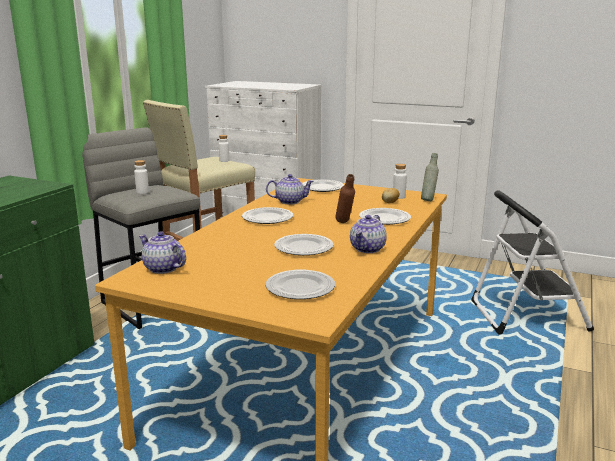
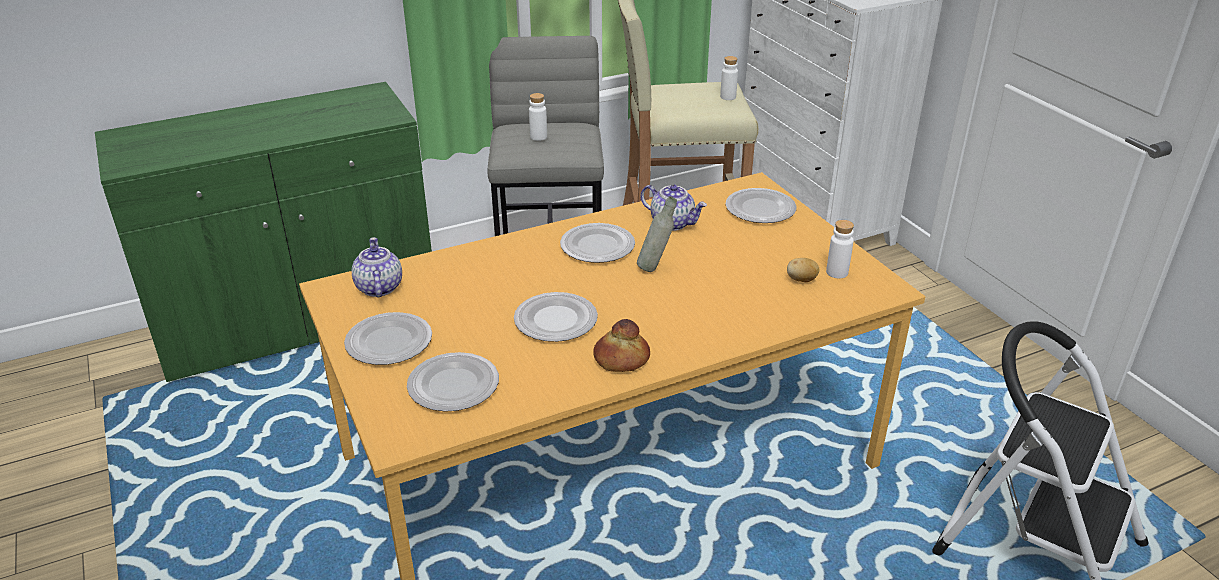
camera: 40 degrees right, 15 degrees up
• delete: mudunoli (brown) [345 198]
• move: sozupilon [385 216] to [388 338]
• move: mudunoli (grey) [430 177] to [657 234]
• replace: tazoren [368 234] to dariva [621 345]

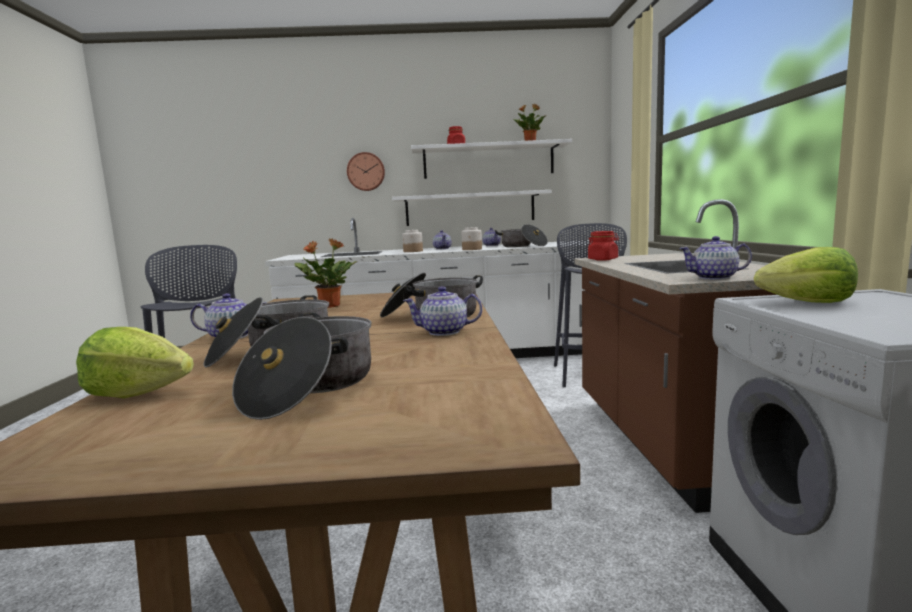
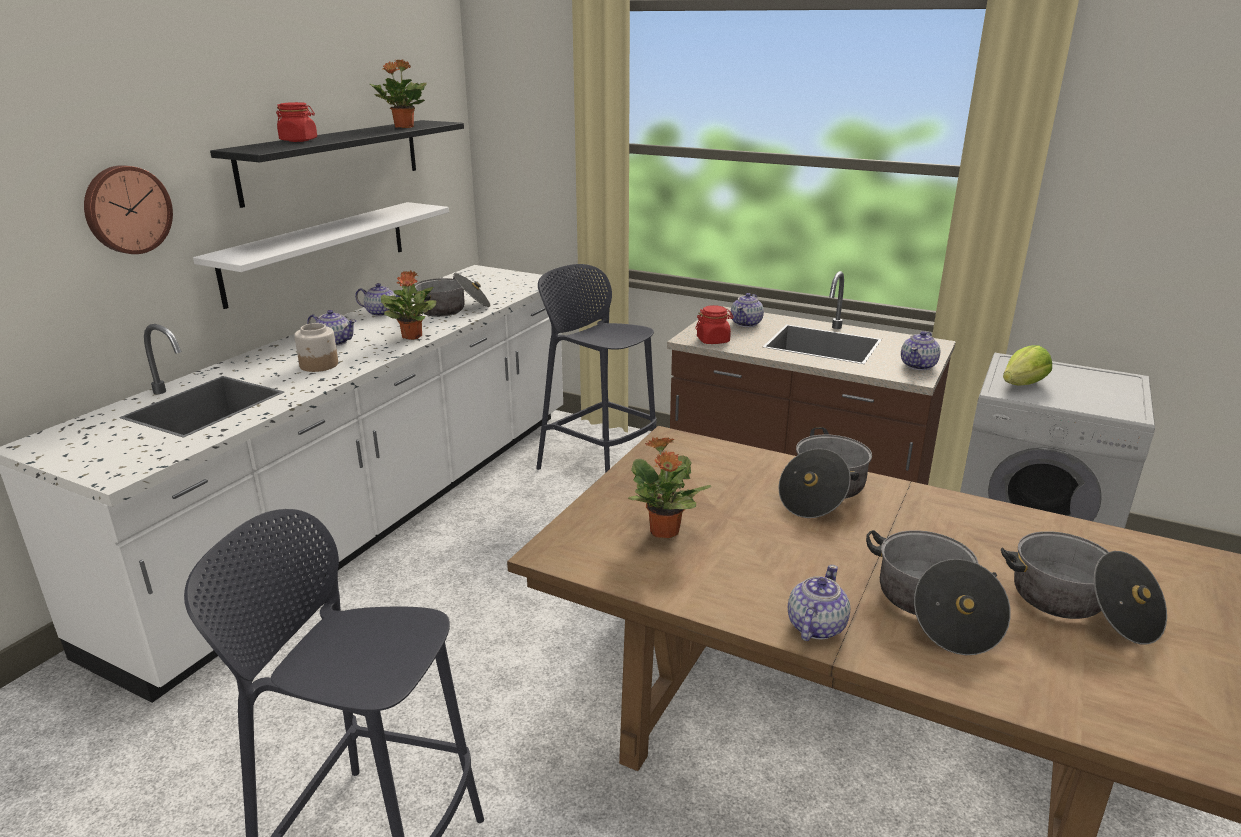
camera: 60 degrees left, 15 degrees up
• delete: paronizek [135 362]
• move: tazoren [442 311] to [747 310]
• replace: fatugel [471 238] to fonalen [409 305]
• recolor: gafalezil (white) [491 159] to gafalezil (black) [337 164]

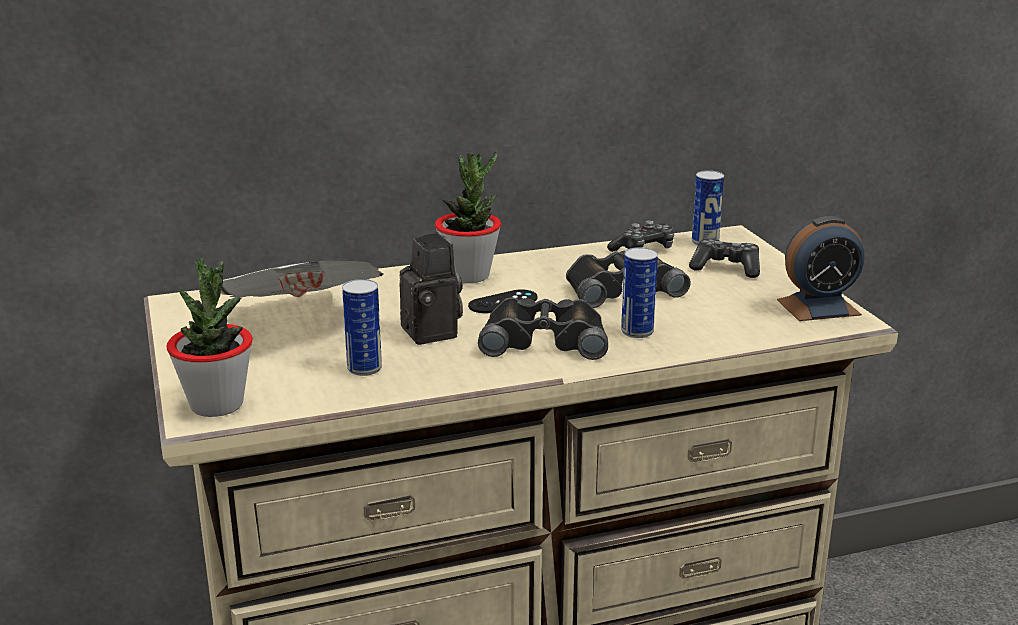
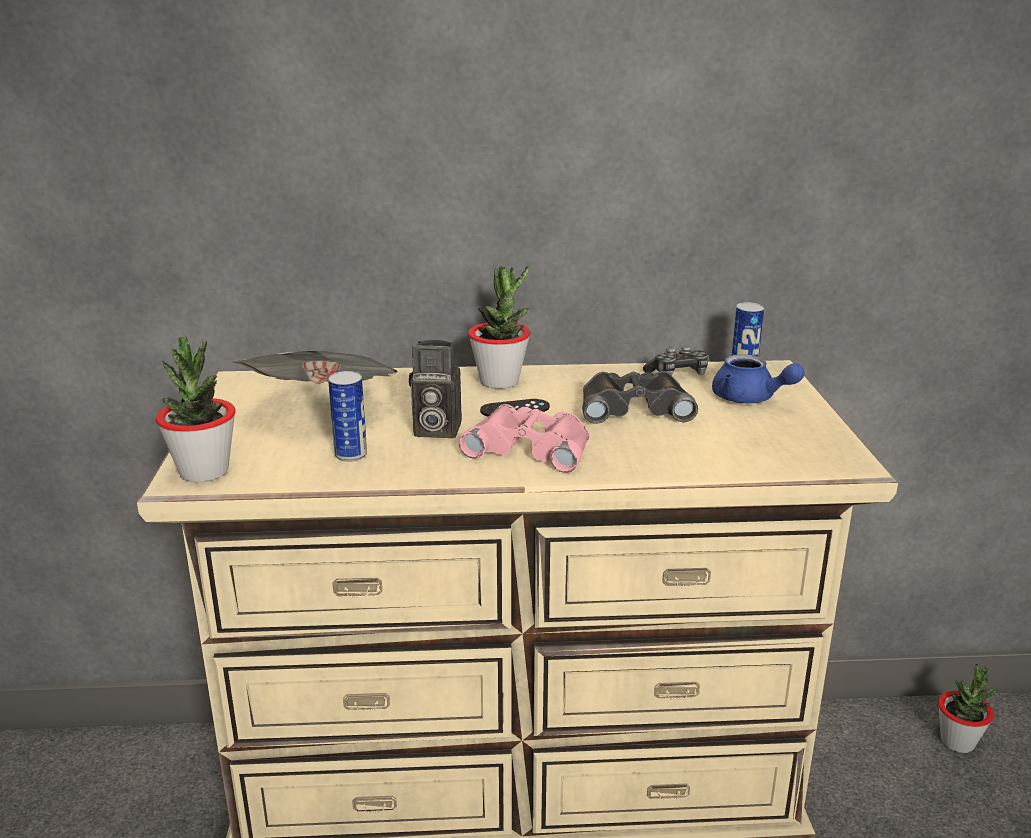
camera: 15 degrees right, 0 degrees up
• delete: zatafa [639 292]
• delete: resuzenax [821 268]
• insert: fonalen [968 708]
• replace: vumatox [724 258] to tazoren (blue) [758 378]
• recolor: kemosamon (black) [543 328] to kemosamon (pink) [524 438]
• rotate: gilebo [431 288] = [435 389] 105 degrees clockwise

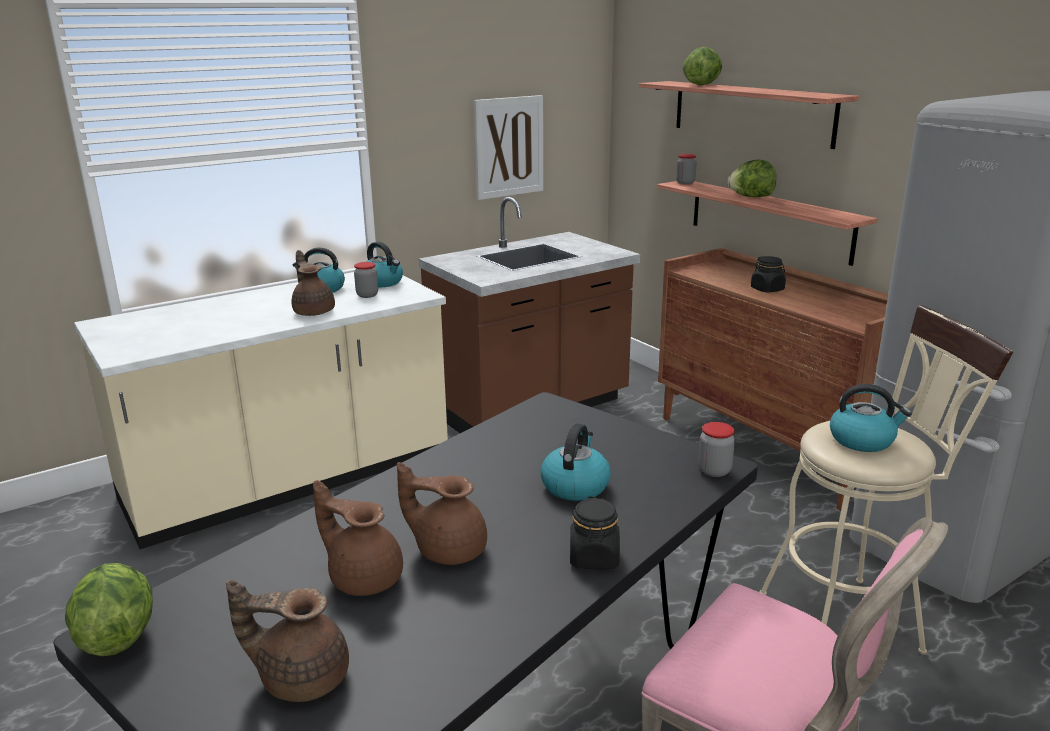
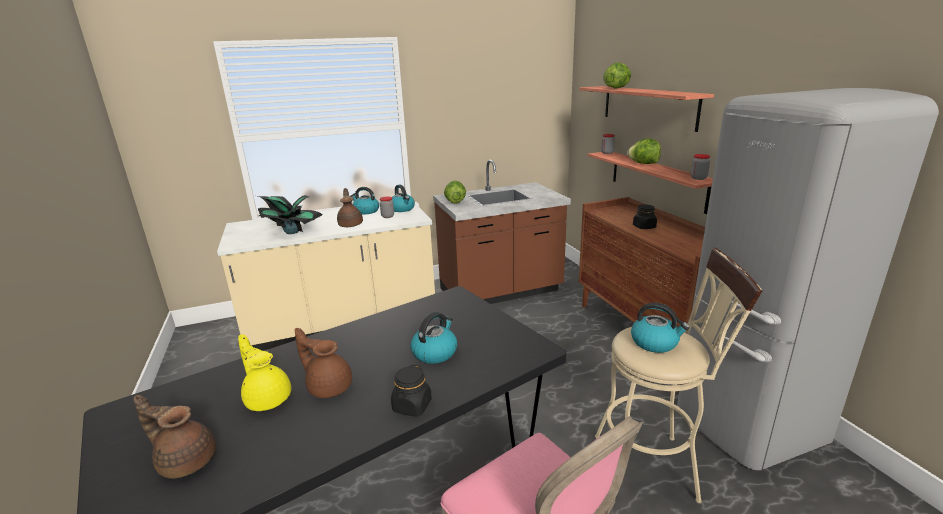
camera: 15 degrees right, 0 degrees up
• delete: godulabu [508 147]
• insert: fonalen [290 214]
• move: paronizek [109 610] to [455 192]
• move: fatugel [716 449] to [700 167]
• recolor: tazoren (brown) [358 538] to tazoren (yellow) [264 372]

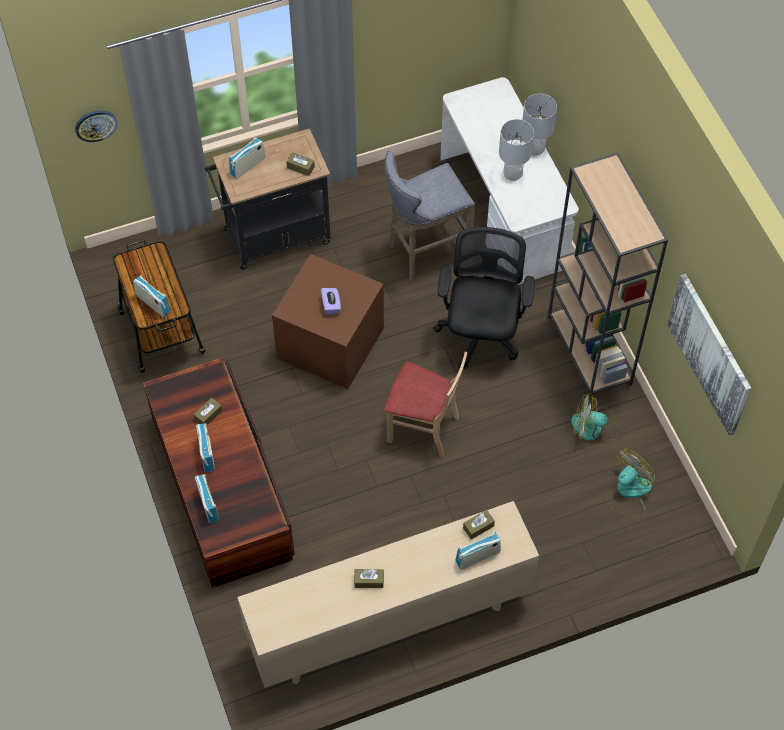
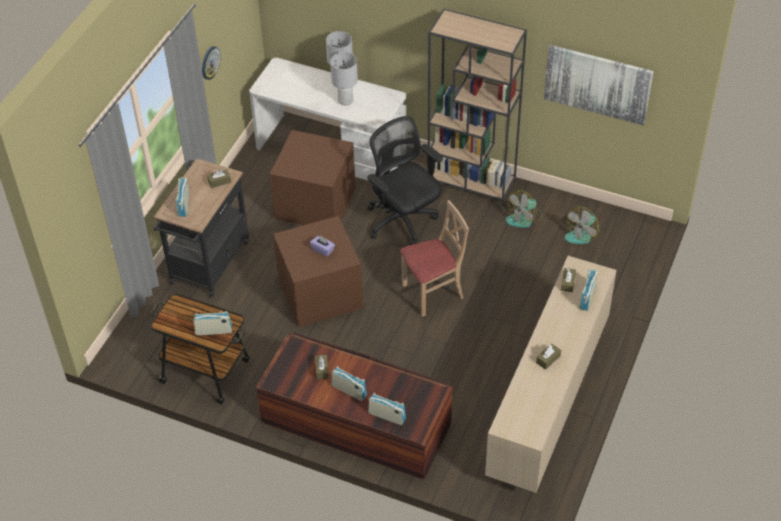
camera: 45 degrees left, 10 degrees down
• move: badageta [96 126] to [211 63]
• replace: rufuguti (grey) [430 216] to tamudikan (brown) [312 177]
• rotate: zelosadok [631 482] = [582 225] 135 degrees counterclockwise

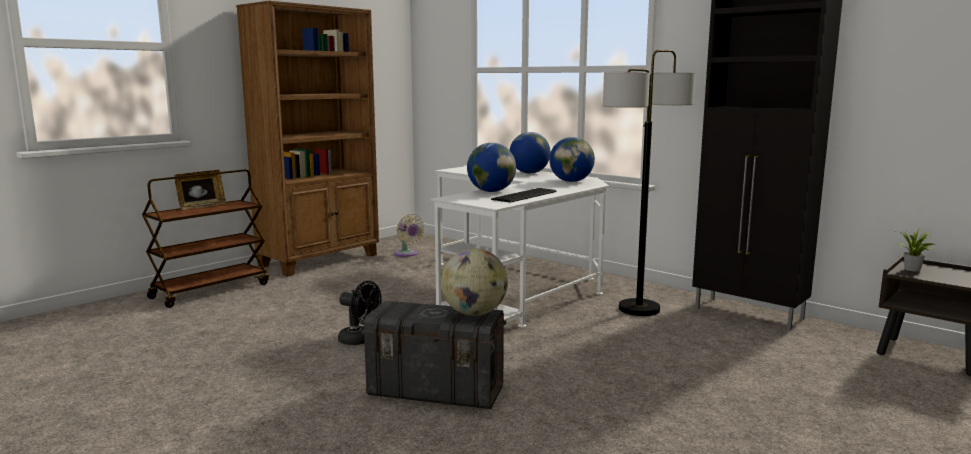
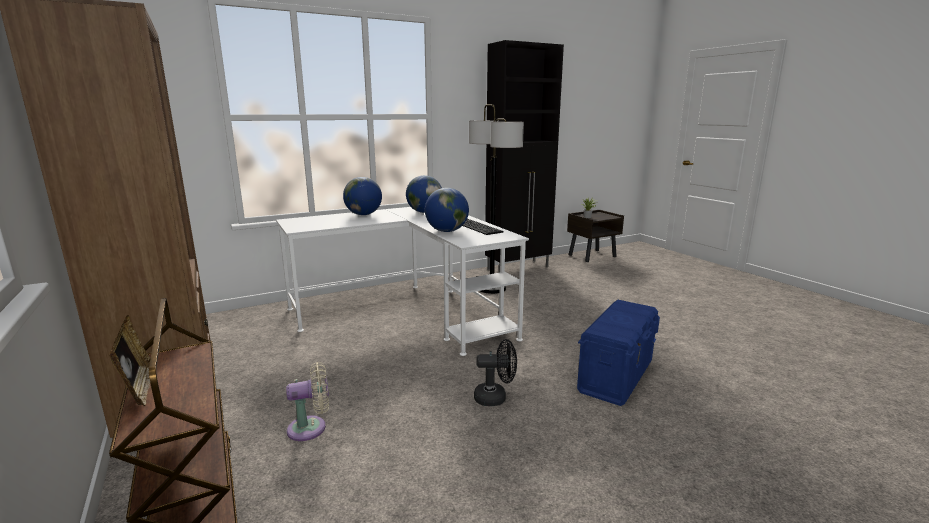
camera: 70 degrees left, 5 degrees up
• delete: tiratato [474 282]
• move: zelosadok (beige) [409 235] to [307 401]
• recolor: tamudikan (grey) [433 355] to tamudikan (blue) [618 353]
• rotate: zelosadok (black) [360 313] = [495 372] 45 degrees clockwise

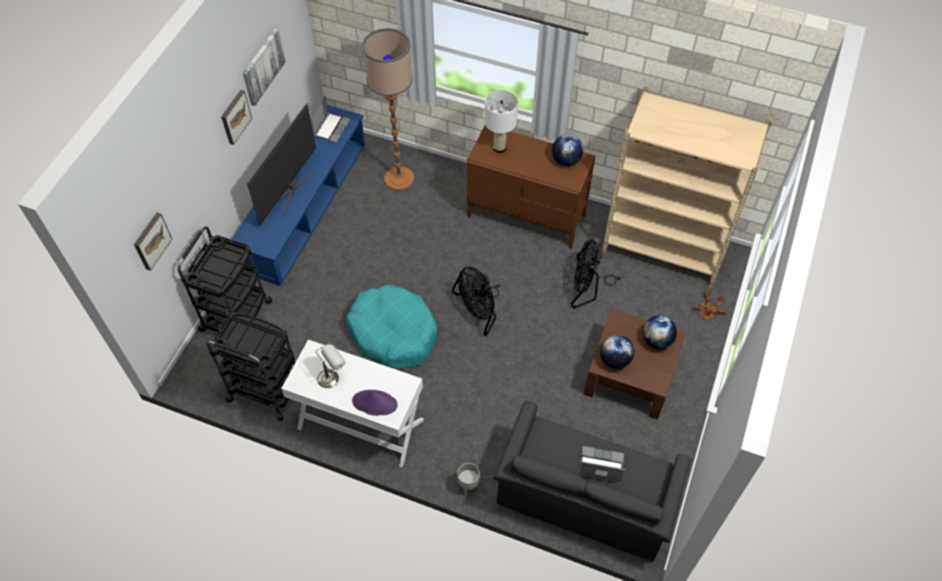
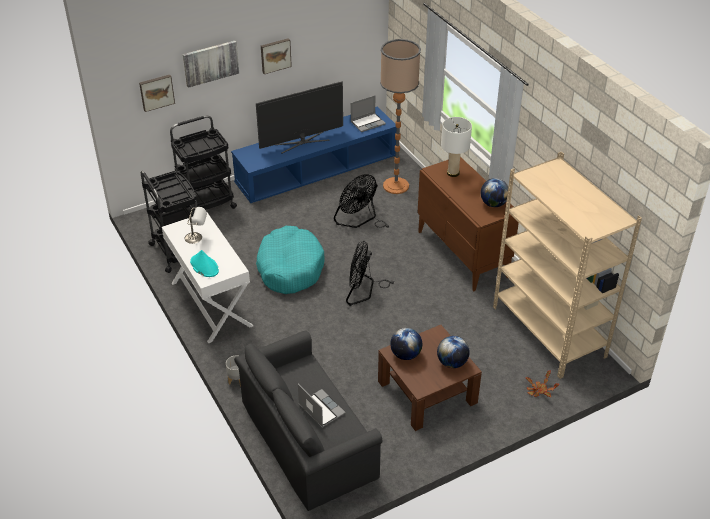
camera: 40 degrees right, 15 degrees down
• move: godulabu [264 67] to [211 64]
• move: zelosadok (black) [596 274] to [361 201]
• recolor: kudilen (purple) [375 403] to kudilen (turquoise) [204 263]

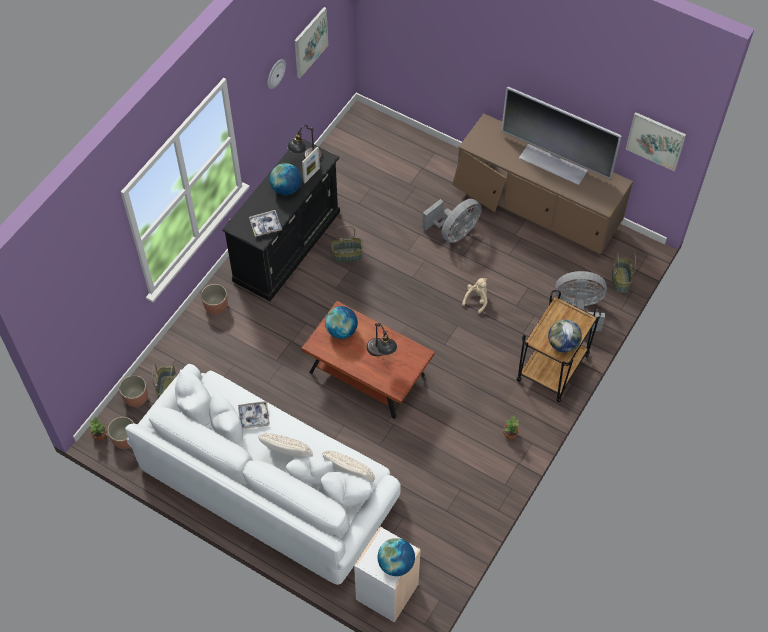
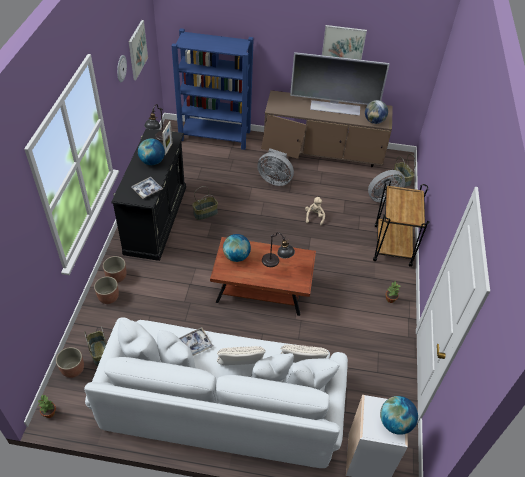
camera: 25 degrees left, 10 degrees down
• insert: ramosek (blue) [213 89]
• move: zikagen [121 433] to [106 290]
• move: tiratato [565 336] to [376 112]
• move: godulabu [656 141] to [344 42]
• rotate: zelosadok (grey) [451 221] = [275 167] 90 degrees clockwise

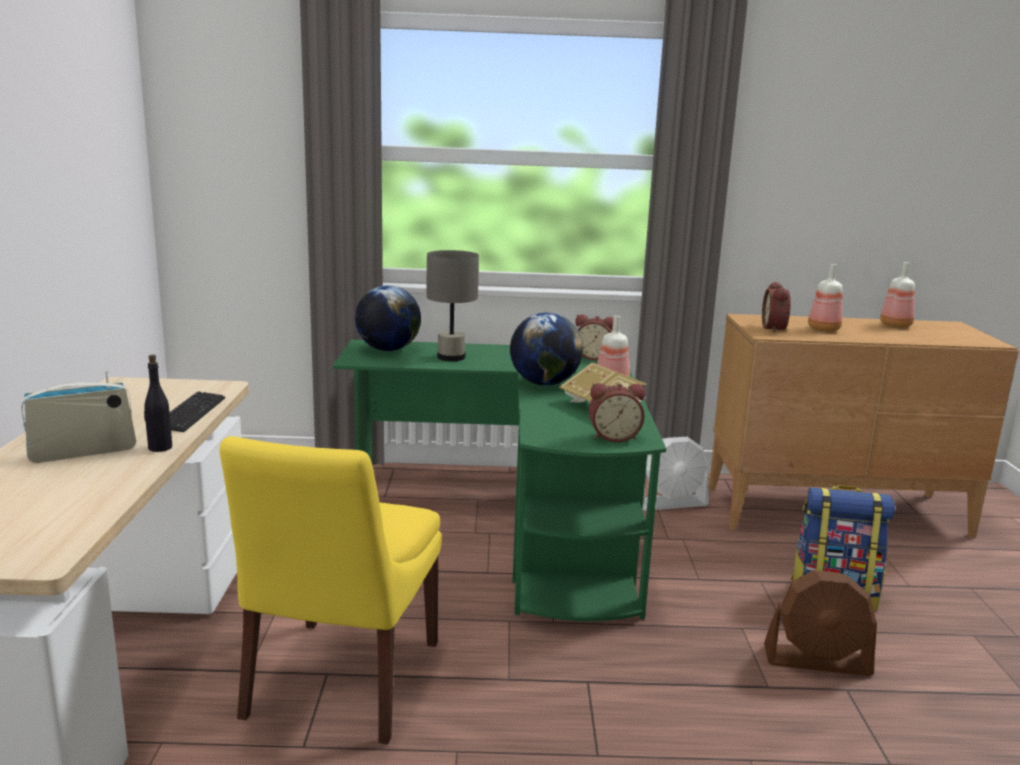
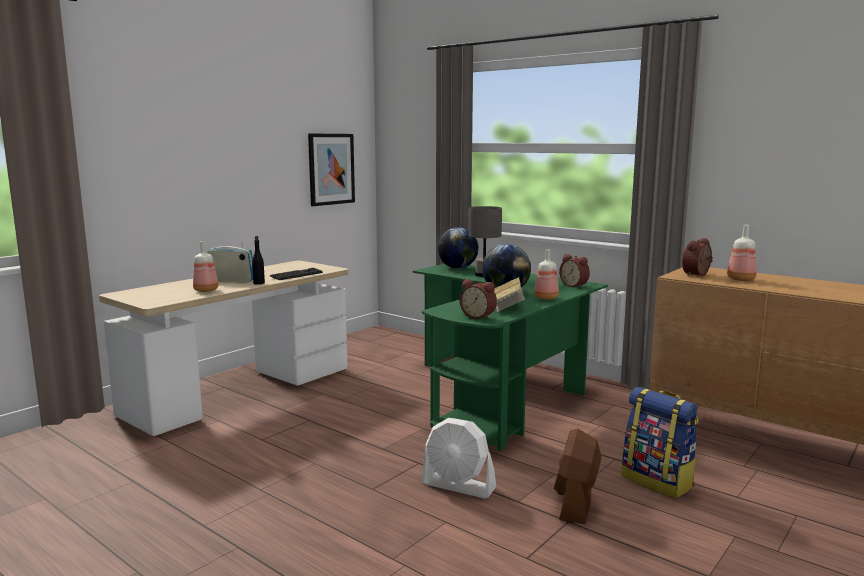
camera: 40 degrees right, 5 degrees down
• delete: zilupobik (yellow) [331 590]
• insert: godulabu [331 169]
• move: zelosadok (white) [675 474] to [459 458]
• move: mudunoli [897 295] to [205 266]
• rotate: zelosadok (brown) [820 623] = [578 476] 60 degrees clockwise

